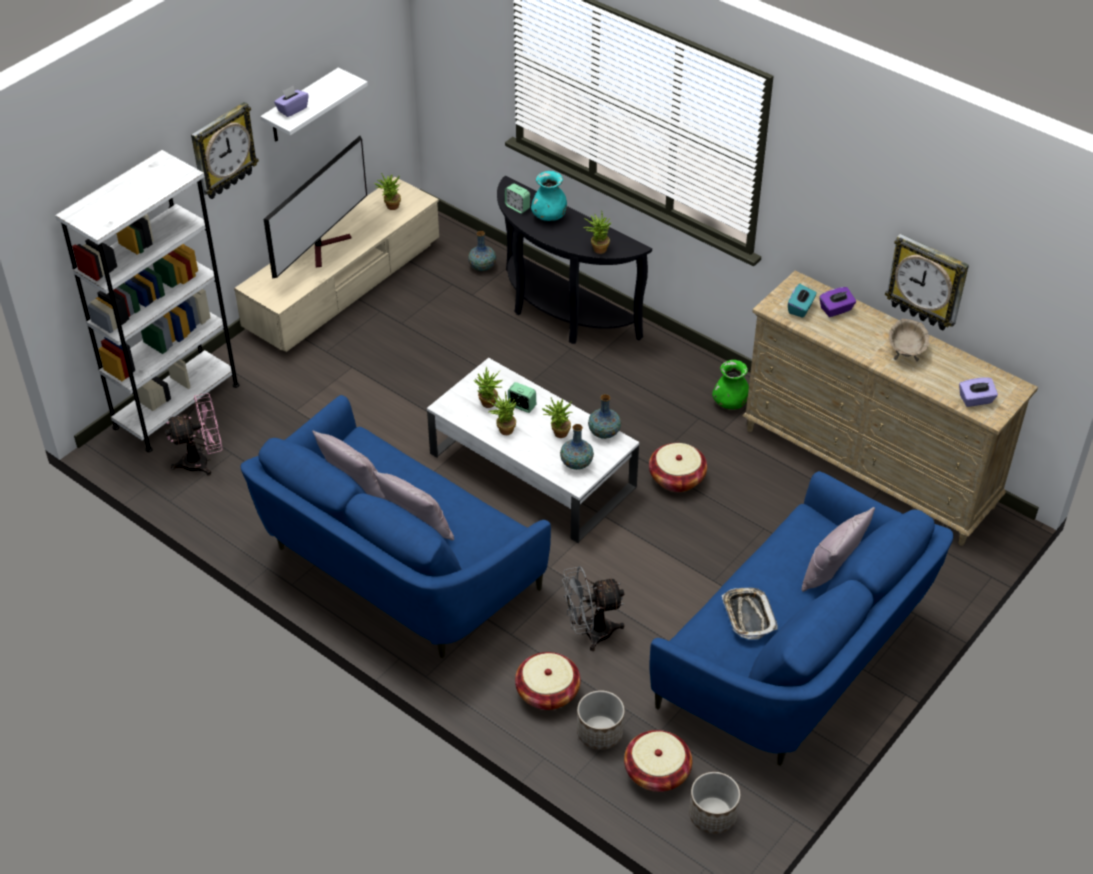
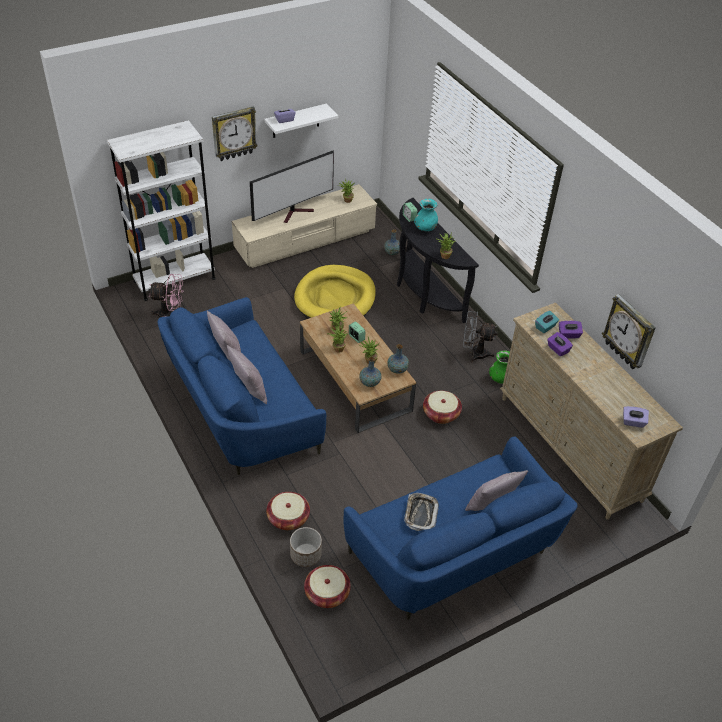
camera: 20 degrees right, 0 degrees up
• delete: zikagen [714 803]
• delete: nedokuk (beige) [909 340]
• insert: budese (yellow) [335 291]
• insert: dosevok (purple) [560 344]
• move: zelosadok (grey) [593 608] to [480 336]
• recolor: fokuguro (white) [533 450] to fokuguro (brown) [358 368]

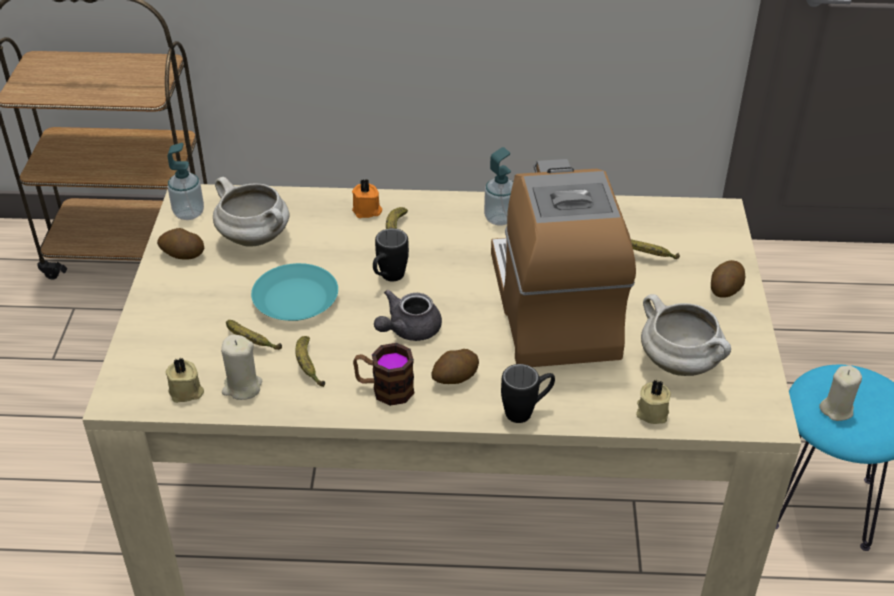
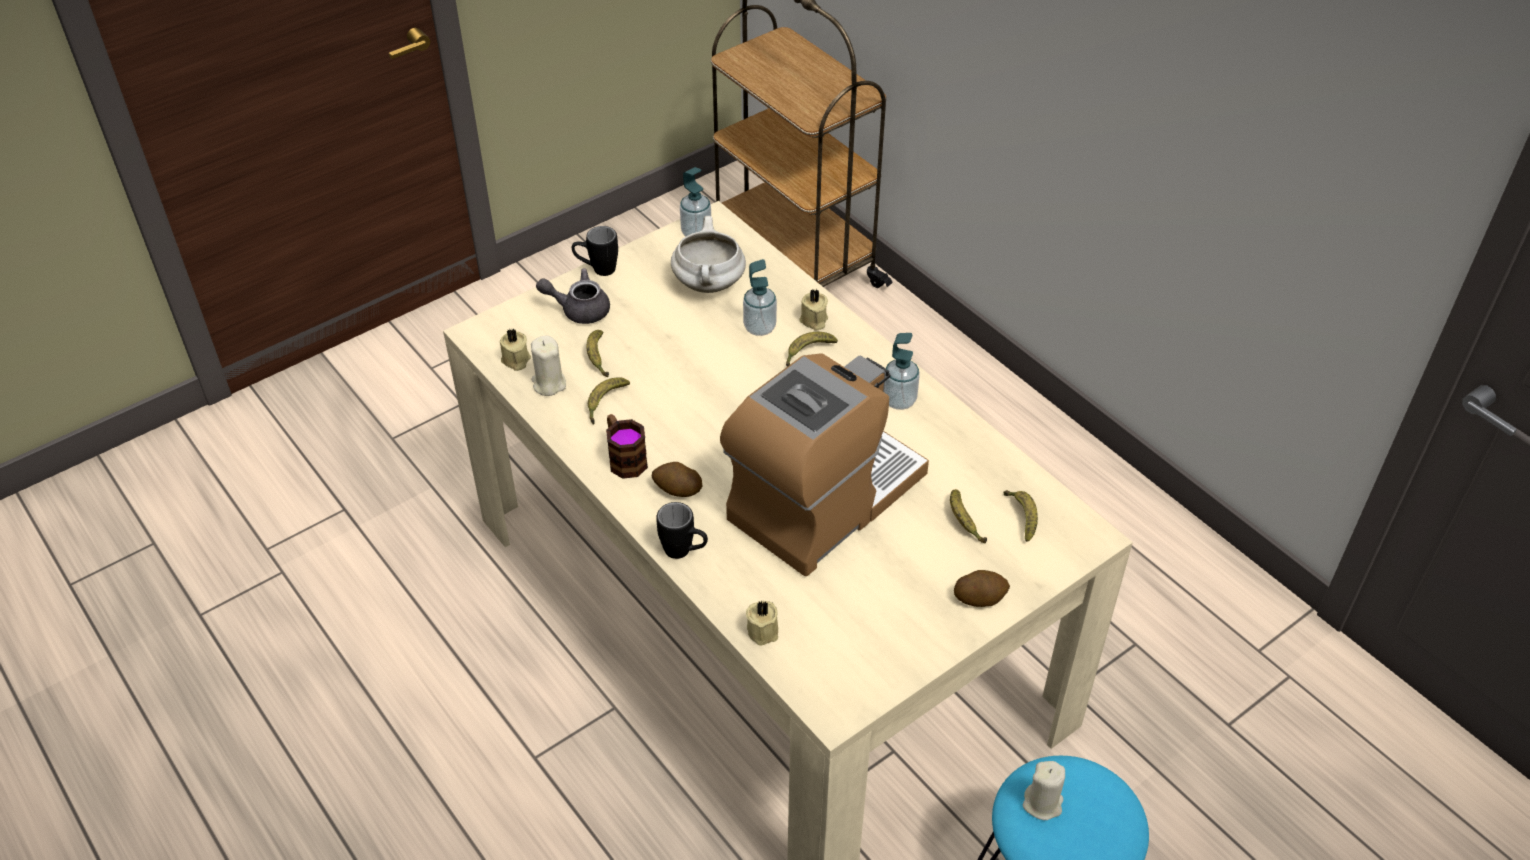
camera: 50 degrees right, 5 degrees up
• delete: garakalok [180 244]
• delete: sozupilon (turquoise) [294 292]
• delete: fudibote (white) [686 335]
• insert: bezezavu [760 297]
• insert: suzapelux [1020 516]
• move: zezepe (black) [391 254] to [595 251]
• move: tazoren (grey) [408 315] to [573 296]
• recolor: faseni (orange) [367 198] to faseni (beige) [813 309]

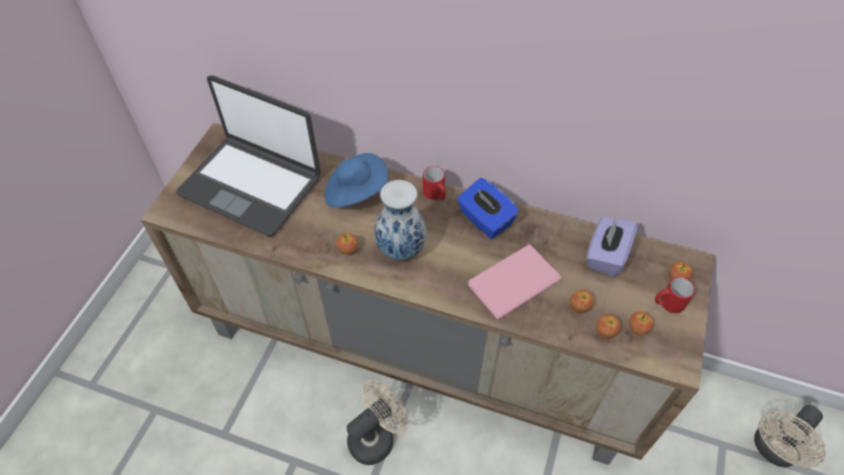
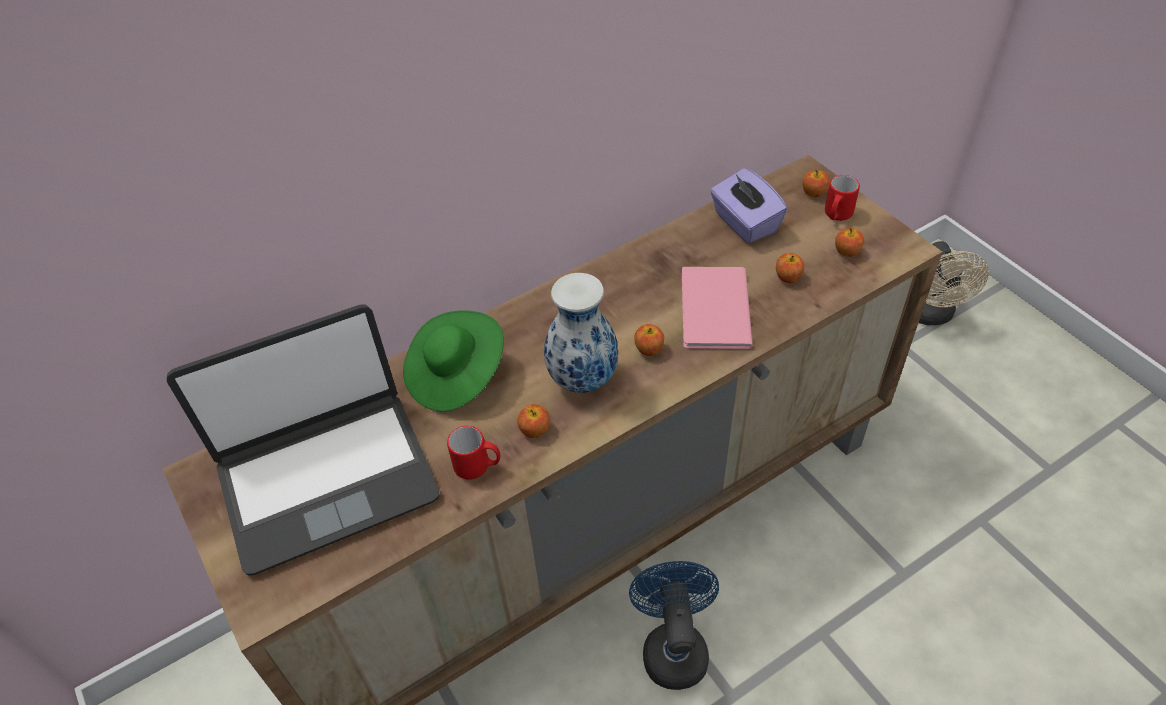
camera: 50 degrees left, 5 degrees down
• delete: dosevok (blue) [488 208]
• move: zezepe (red) [434 183] to [473 453]
• move: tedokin [608 326] to [649 340]
• recolor: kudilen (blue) [356 180] to kudilen (green) [453 360]
• recolor: zelosadok (beige) [377 422] to zelosadok (blue) [674 625]

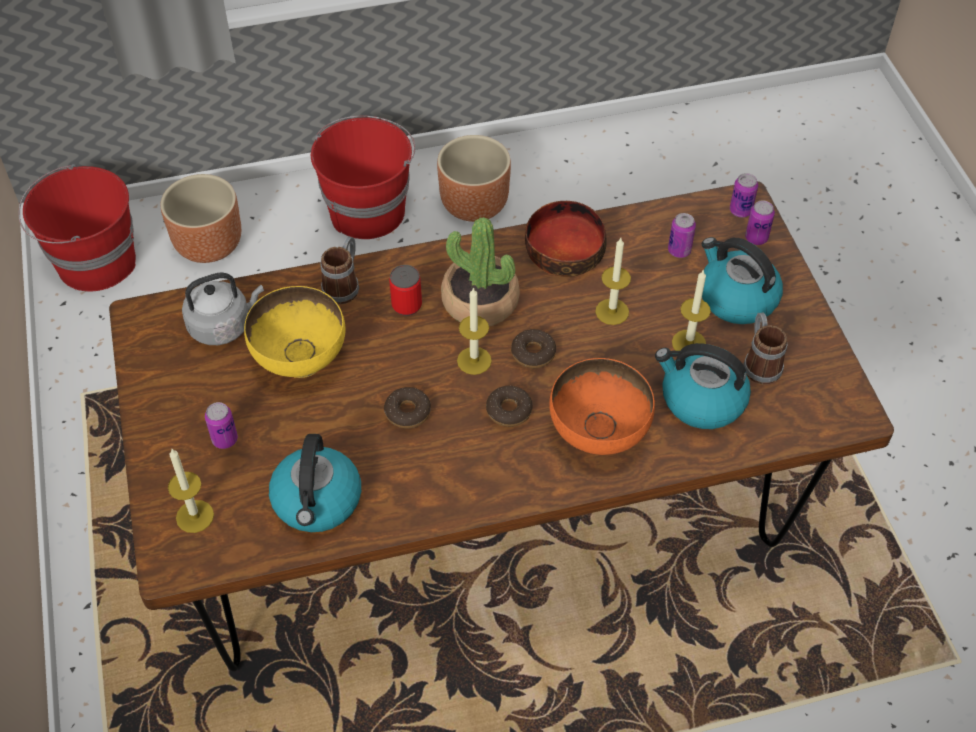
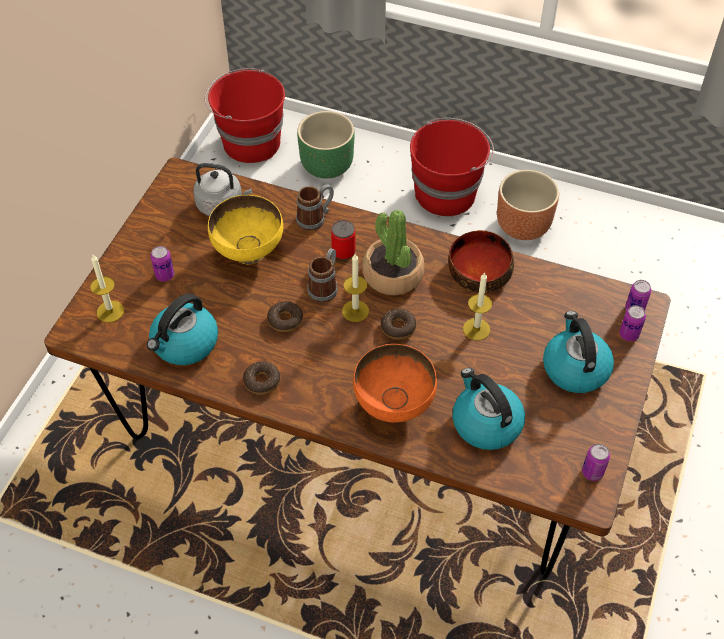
camera: 35 degrees right, 0 degrees up
• delete: faseni [691 310]
• move: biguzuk [509 406] to [261 378]
• move: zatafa [682 235] to [596 462]
• move: zezepe [765 348] to [322 275]
• recolor: zikagen (brown) [201 218] to zikagen (green) [326 145]

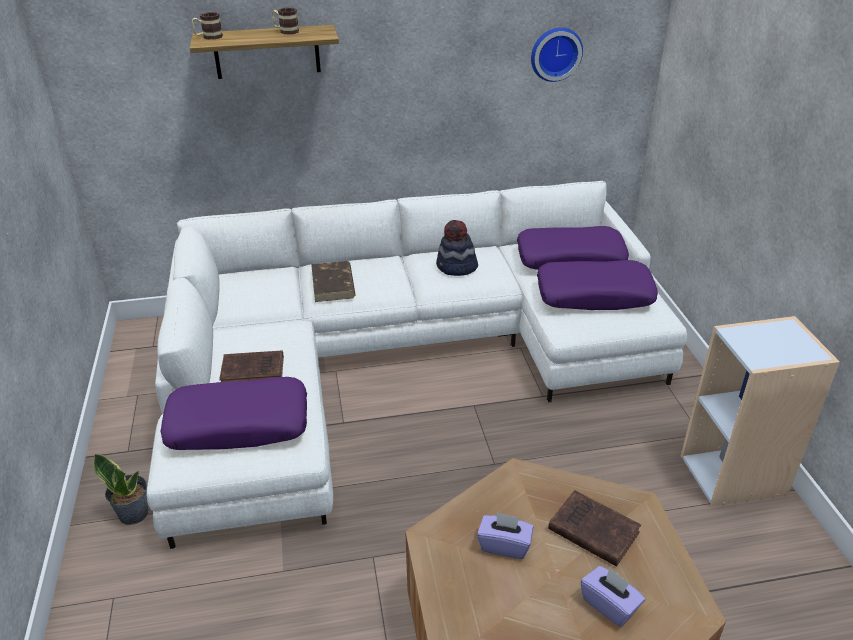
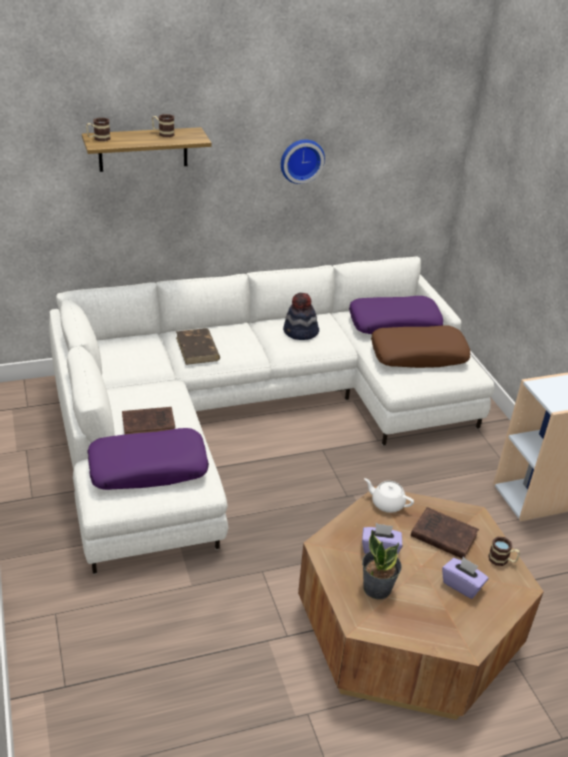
camera: 10 degrees left, 0 degrees up
• insert: tazoren (white) [389 495]
• insert: zezepe [504 551]
• move: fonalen [120 489] to [382 564]
• move: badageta [557 54] to [303 161]
• recolor: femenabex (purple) [597 285] to femenabex (brown) [420 346]

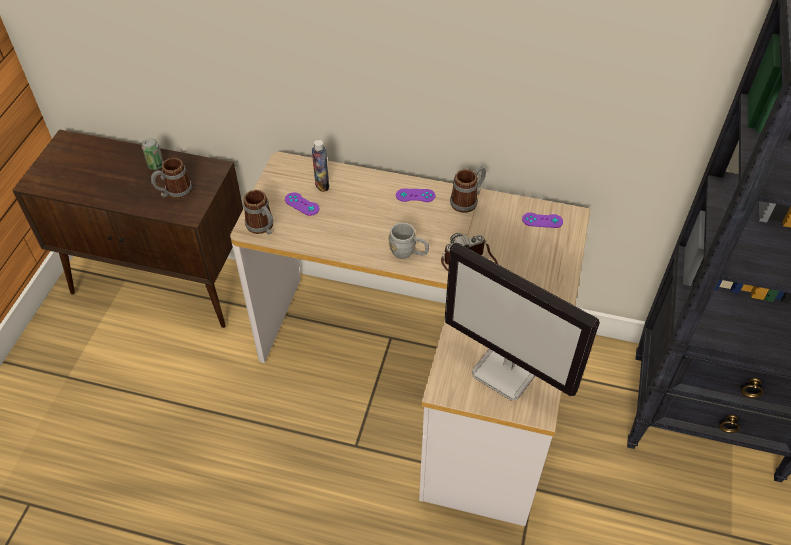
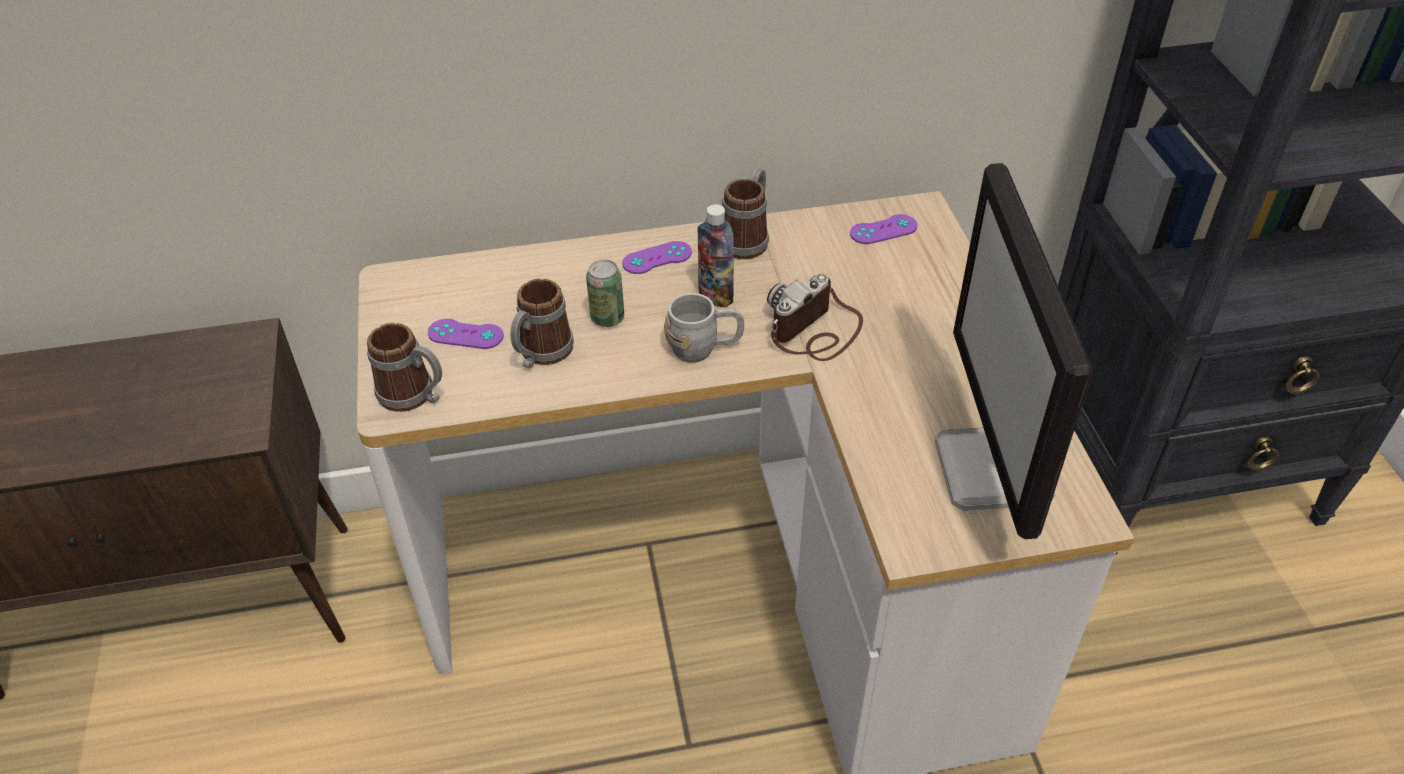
camera: 25 degrees left, 5 degrees down
• move: zatafa [153 154] to [605 293]
• move: zezepe [171 178] to [542 323]
• move: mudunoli [320 166] to [716 256]
• rotate: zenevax [522 322] = [1014 351] 75 degrees clockwise

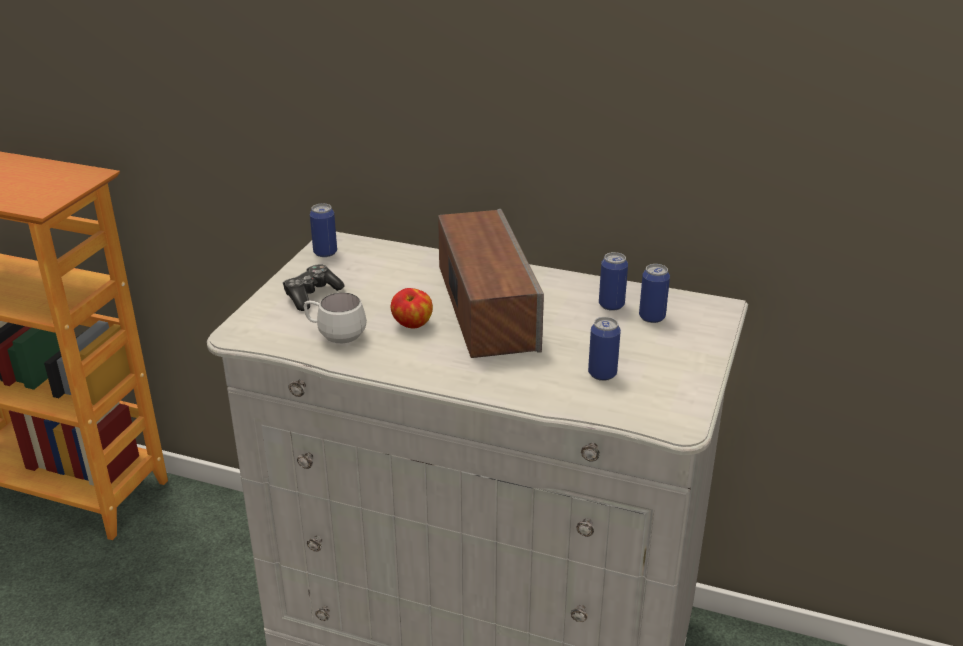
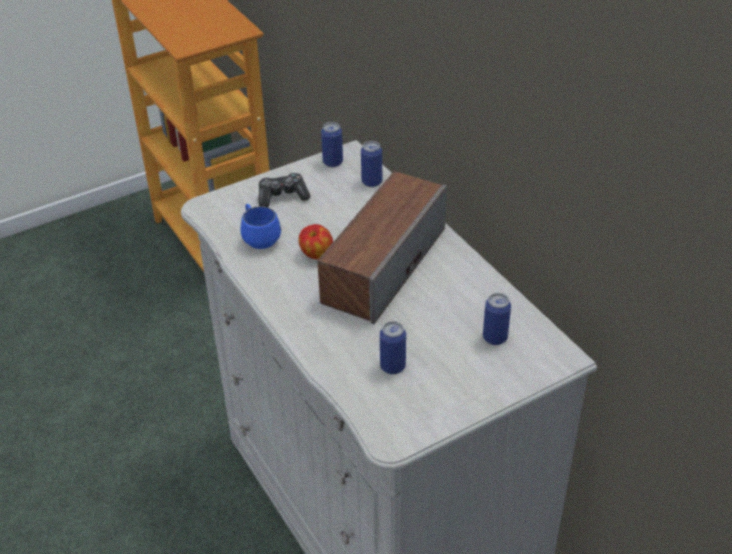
camera: 40 degrees right, 10 degrees up
• move: zatafa [613 281] to [371 164]
• recolor: zezepe (white) [335 317] to zezepe (blue) [260 226]

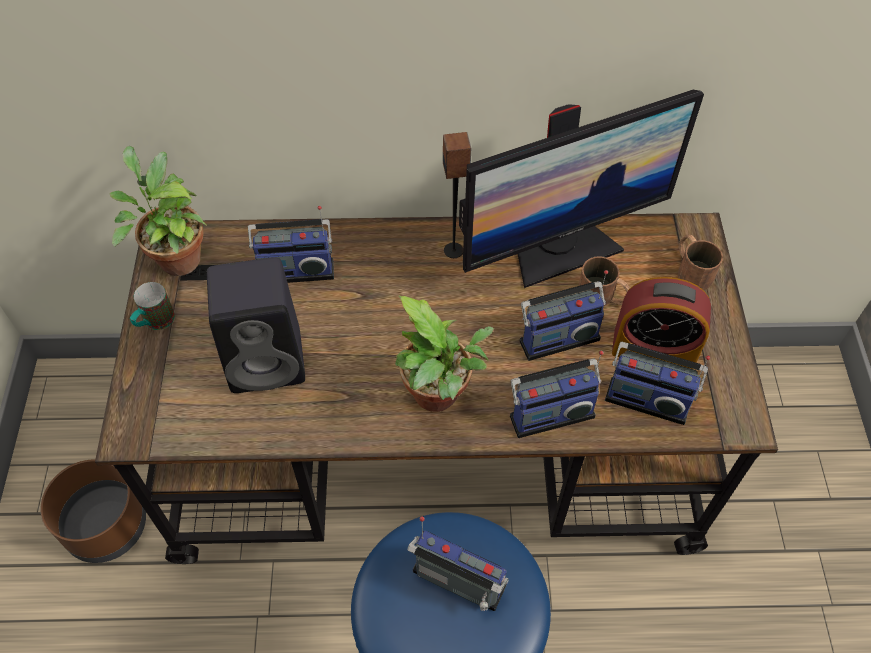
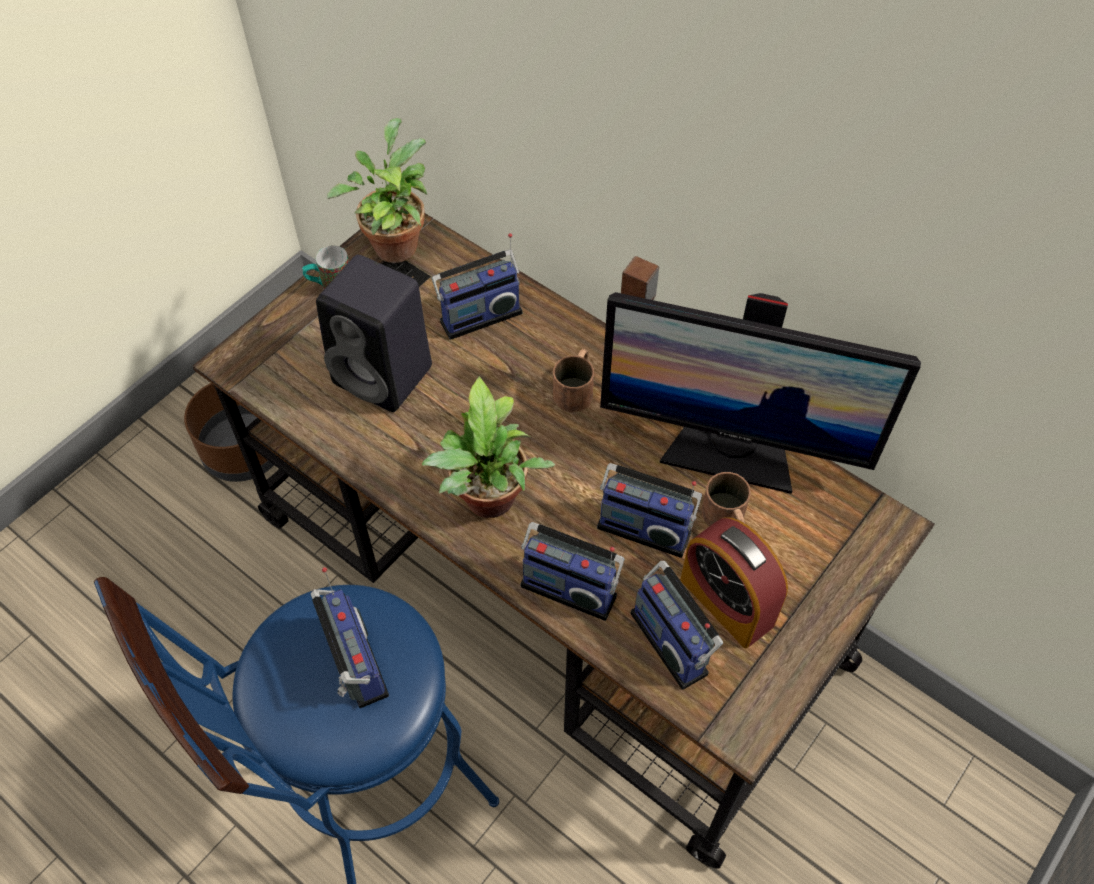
camera: 40 degrees right, 0 degrees up
• move: zezepe (brown) [700 262] to [573 380]
• rotate: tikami [291 244] = [476 286] 60 degrees counterclockwise

